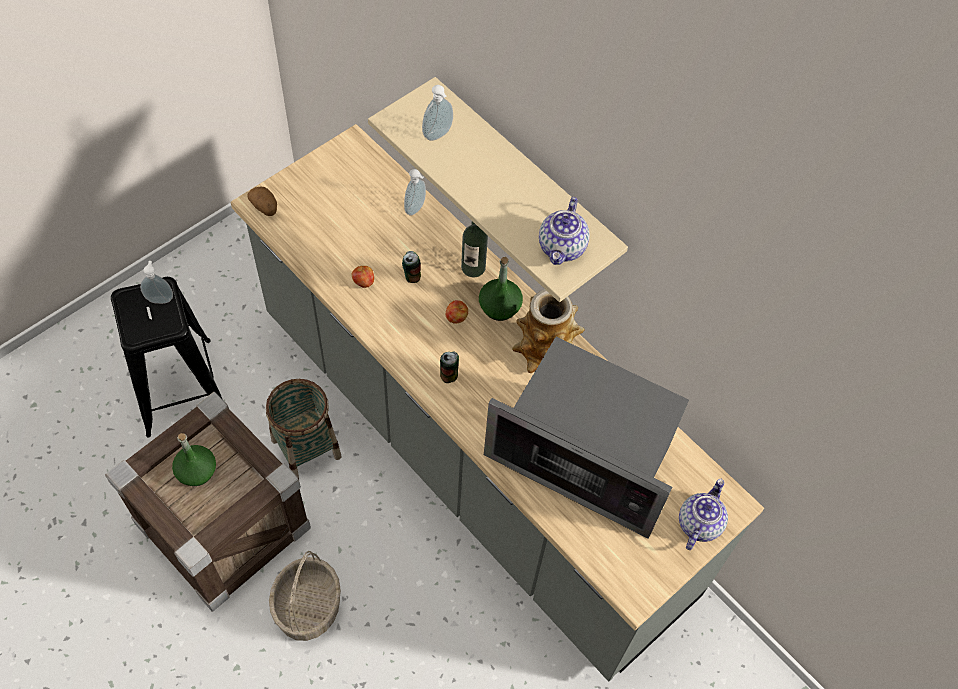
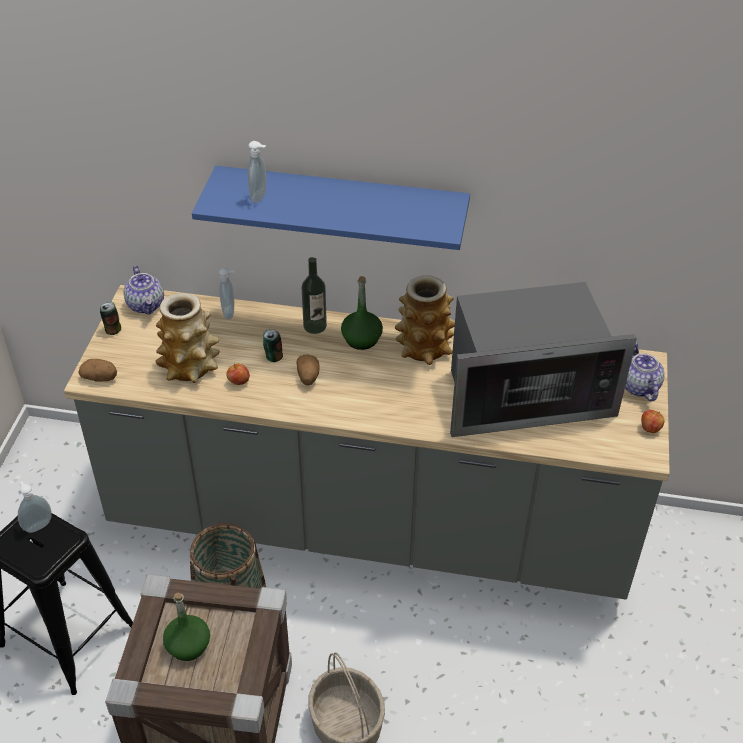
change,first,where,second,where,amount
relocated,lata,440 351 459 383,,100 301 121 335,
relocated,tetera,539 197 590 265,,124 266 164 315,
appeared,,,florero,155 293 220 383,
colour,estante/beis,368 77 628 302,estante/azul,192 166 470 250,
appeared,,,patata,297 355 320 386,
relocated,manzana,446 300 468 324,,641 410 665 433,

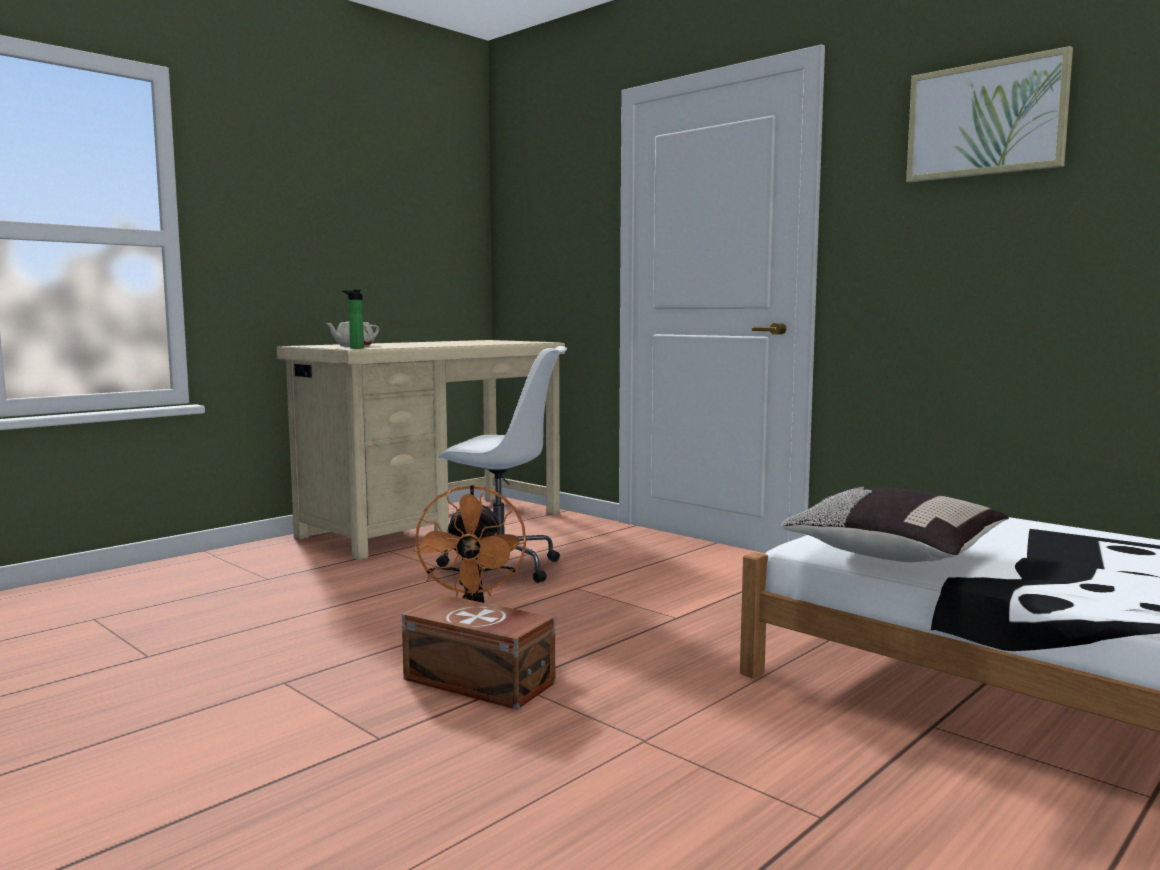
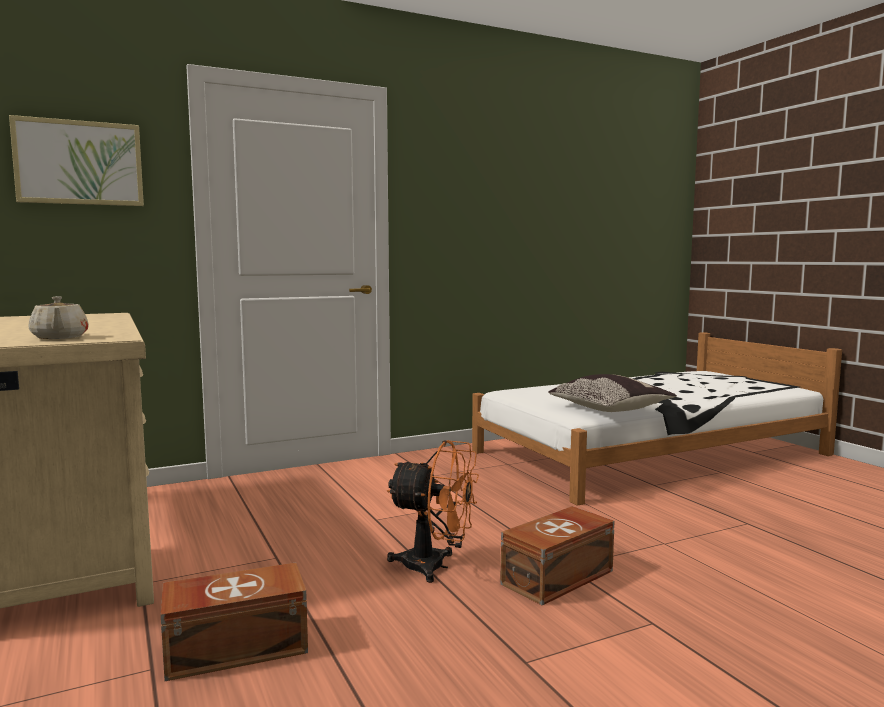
change,first,where,second,where,amount
relocated,cuadro,906 46 1073 183,,9 115 144 206,
appeared,,,caja de almacenaje/marrón,161 563 308 681,
missing,botella,342 289 364 349,,,
missing,silla de oficina/blanco,436 346 567 586,,,

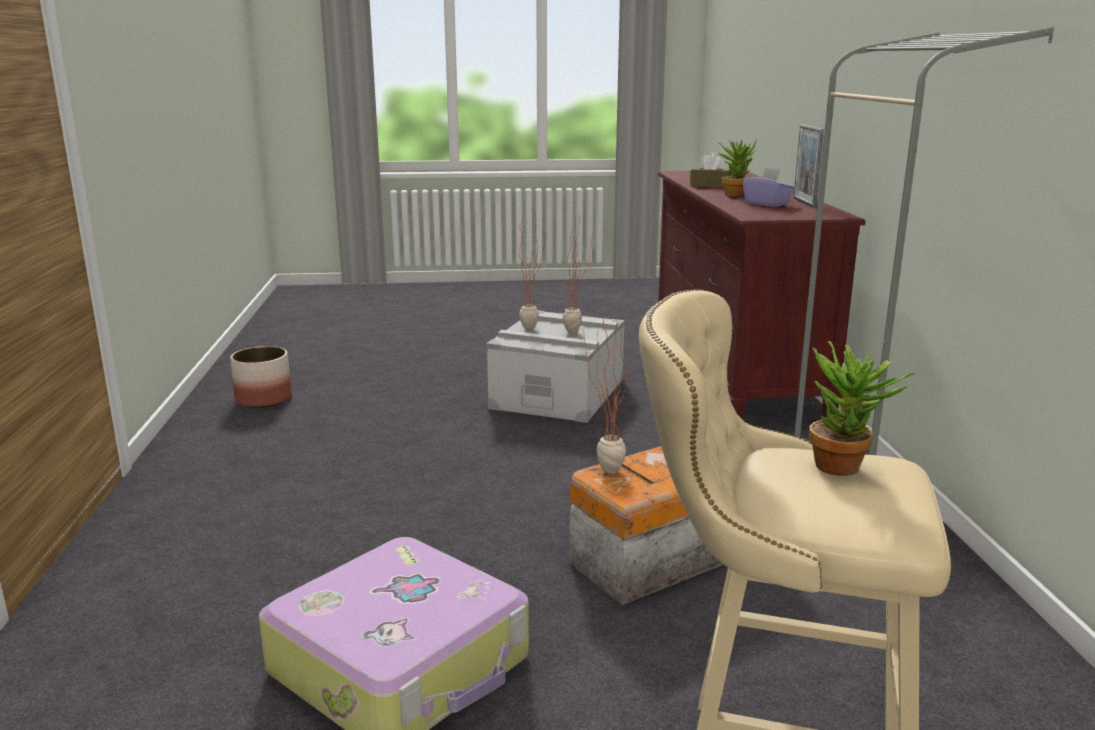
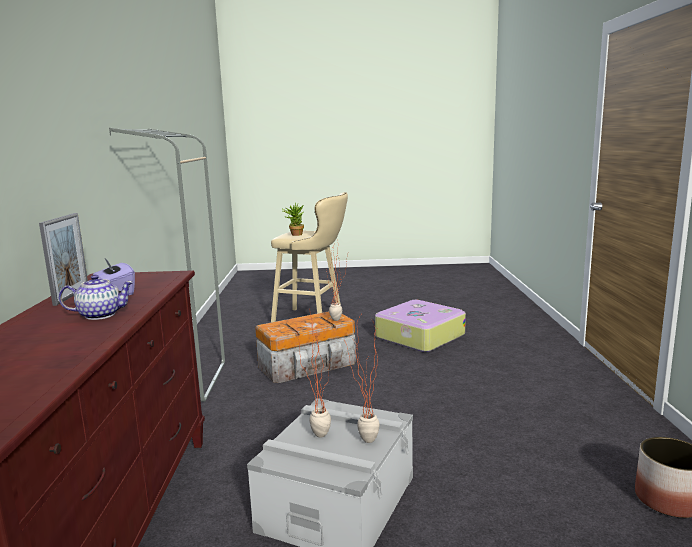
change,first,where,second,where,amount
exchanged,planta en maceta,716 139 757 196,tetera,59 275 134 320,
missing,caja de pañuelos/marrón,690 153 731 188,,,

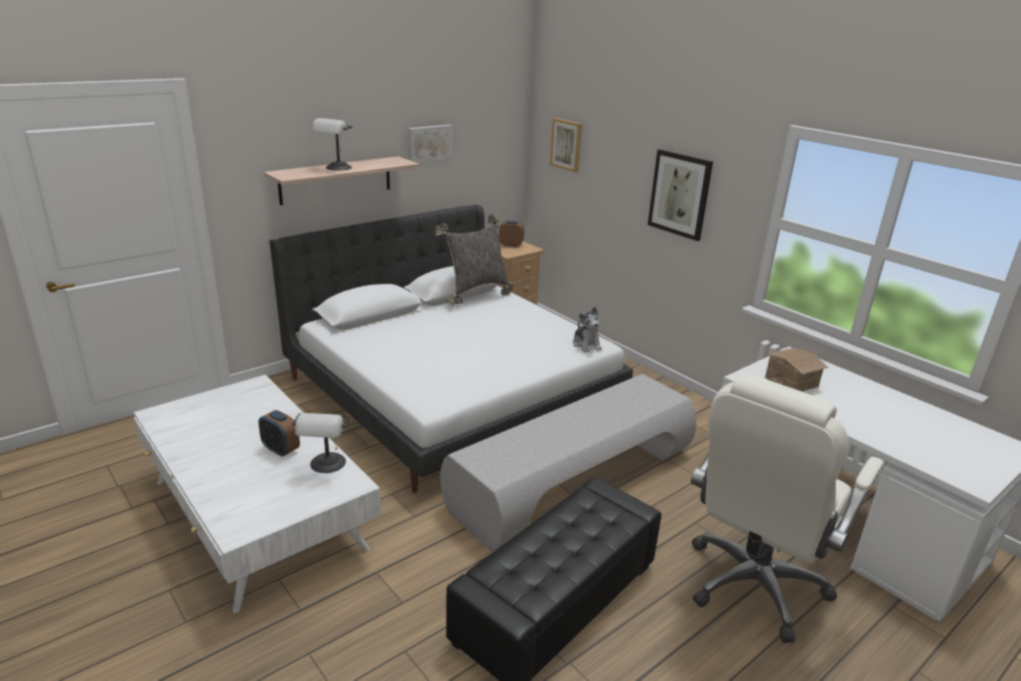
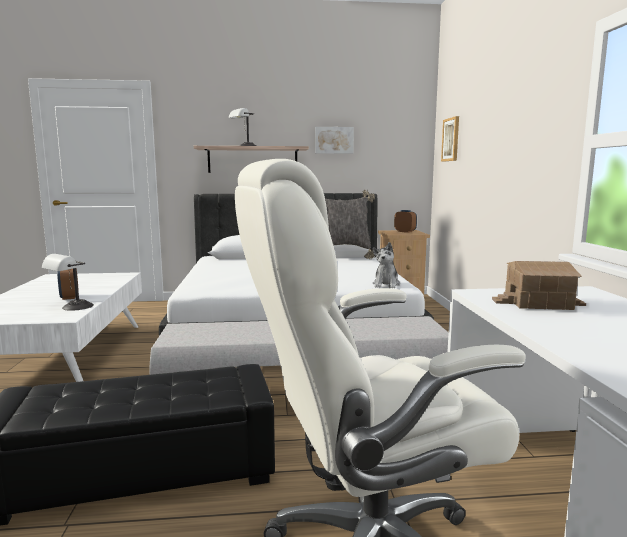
change,first,where,second,where,amount
missing,cuadro,648 149 713 241,,,

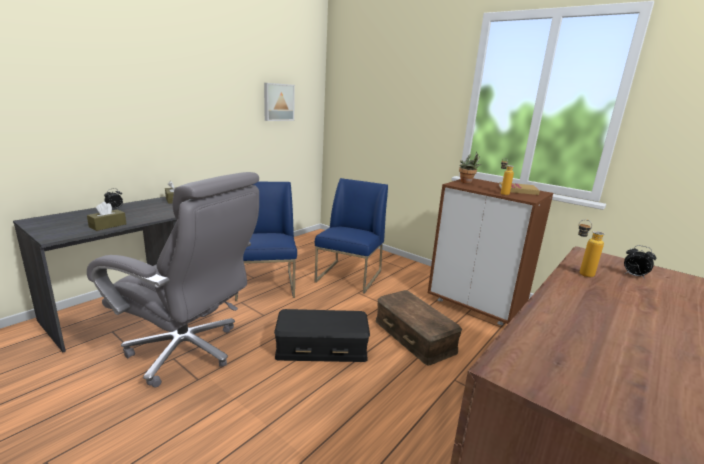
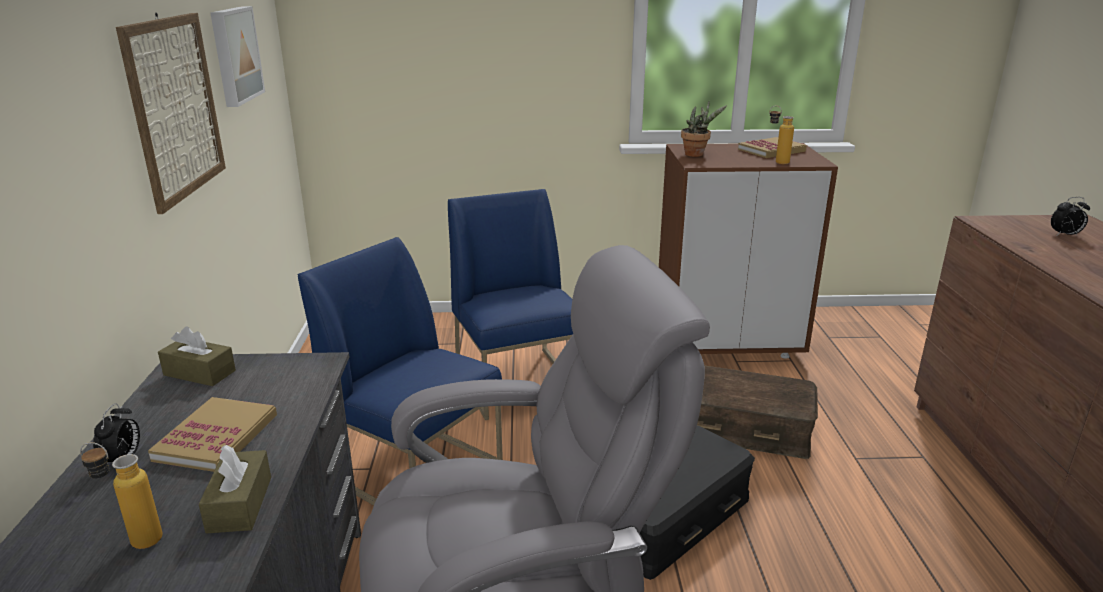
change,first,where,second,where,amount
relocated,botella,578 219 605 277,,80 442 163 549,
appeared,,,cuadro,116 12 226 214,
appeared,,,libro,148 397 277 472,

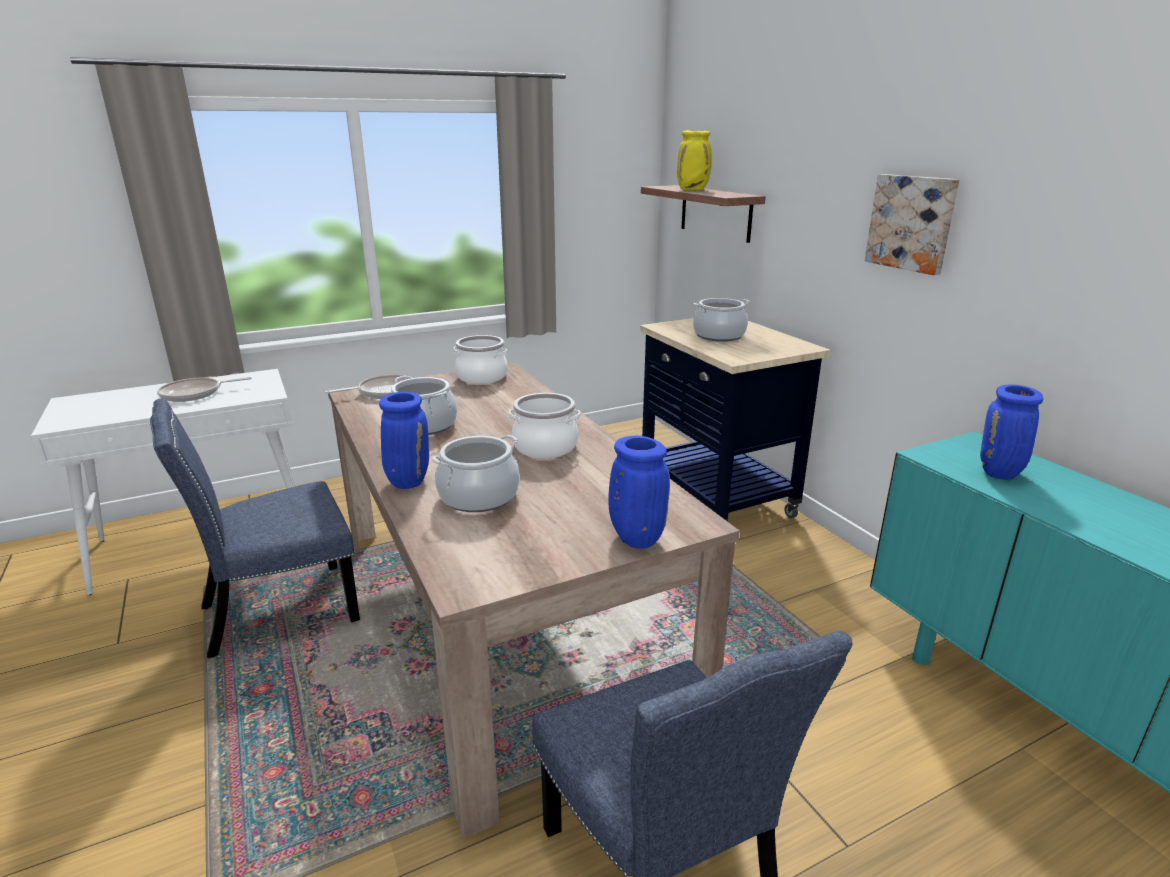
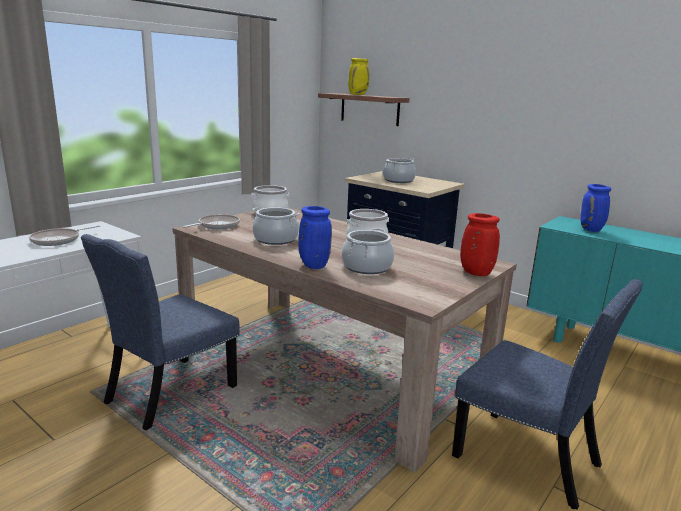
change,first,where,second,where,amount
colour,florero/azul,608 436 670 549,florero/rojo,460 213 500 276,
missing,cuadro,865 174 959 275,,,

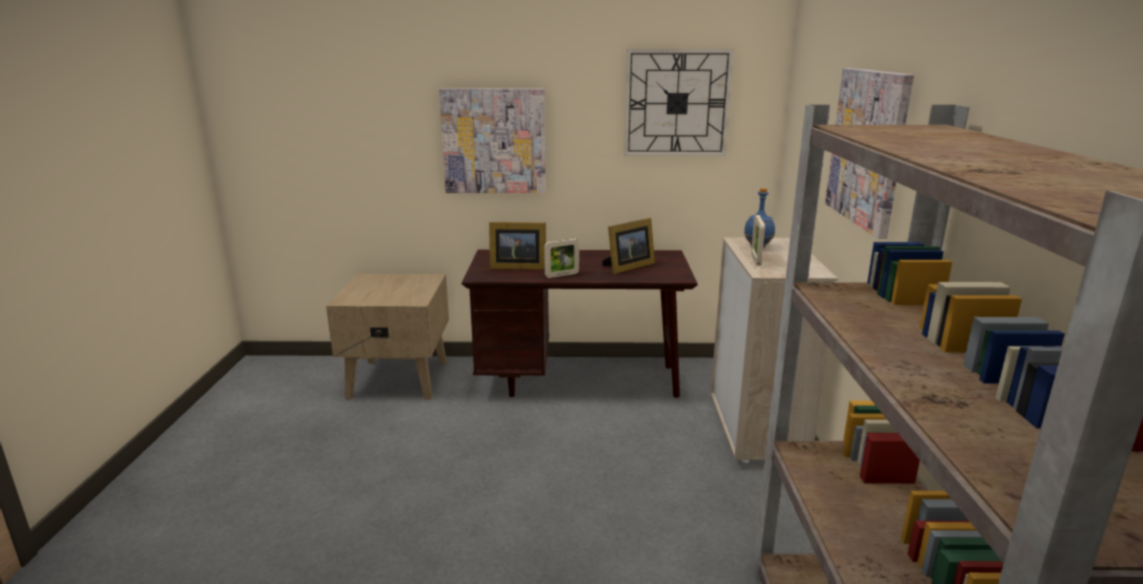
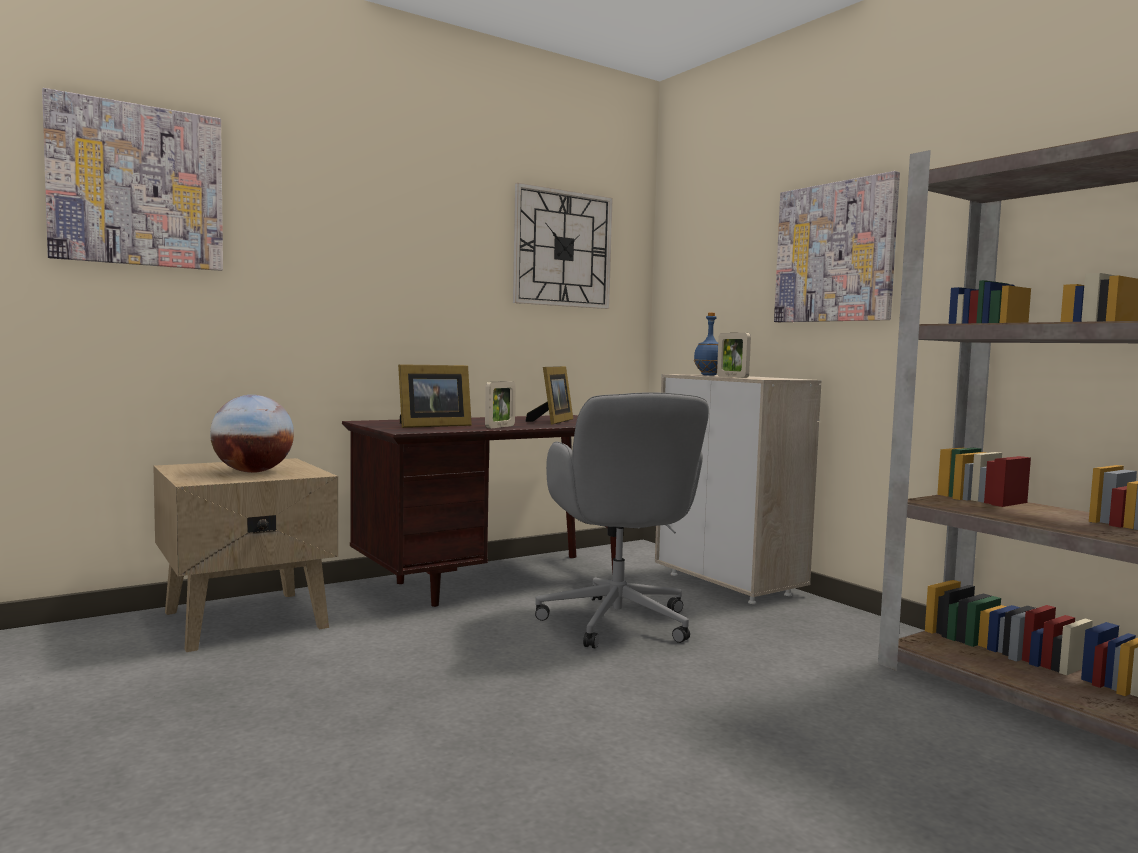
change,first,where,second,where,amount
relocated,cuadro,439 88 546 193,,42 88 223 271,
appeared,,,globo terráqueo,210 395 294 473,
appeared,,,silla de oficina/gris,535 392 709 648,

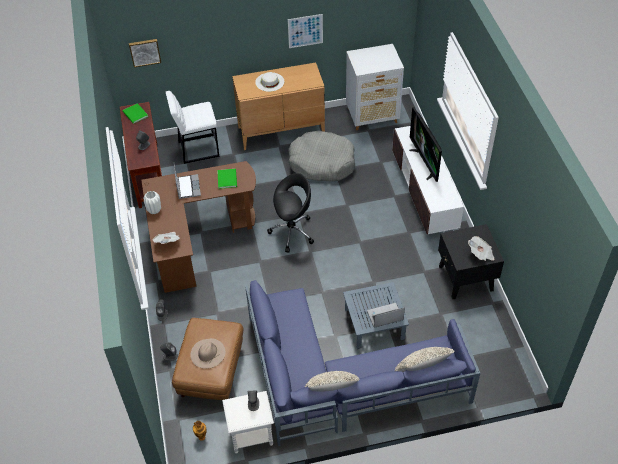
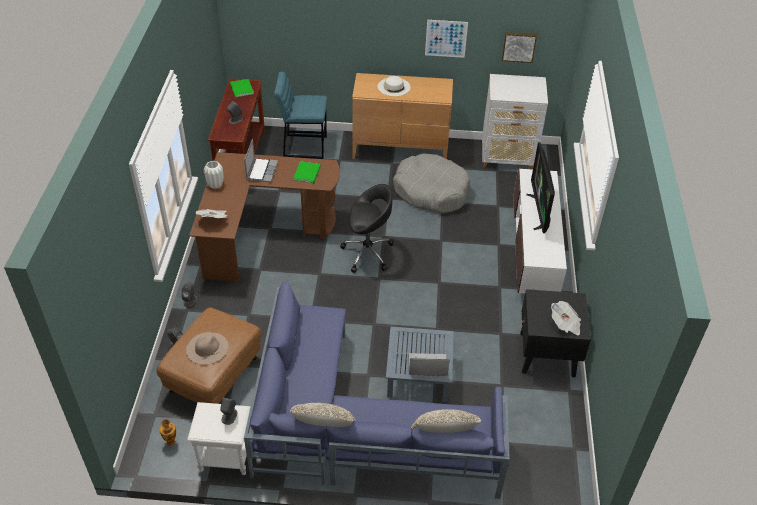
change,first,where,second,where,amount
colour,taburete/blanco,166 91 219 164,taburete/azul,275 72 327 159,
relocated,cuadro,129 39 161 67,,502 32 537 63,

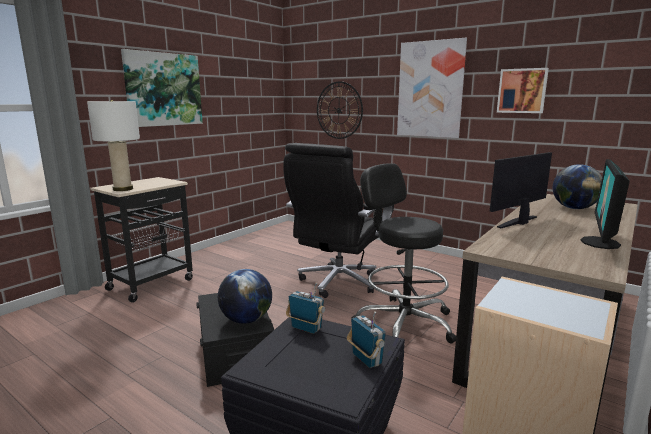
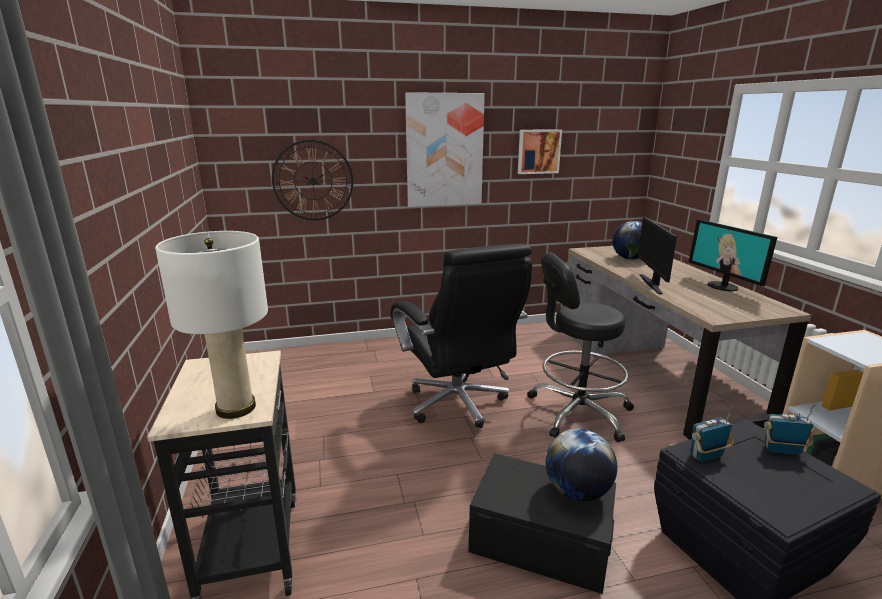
change,first,where,second,where,amount
missing,cuadro,121 49 203 127,,,

